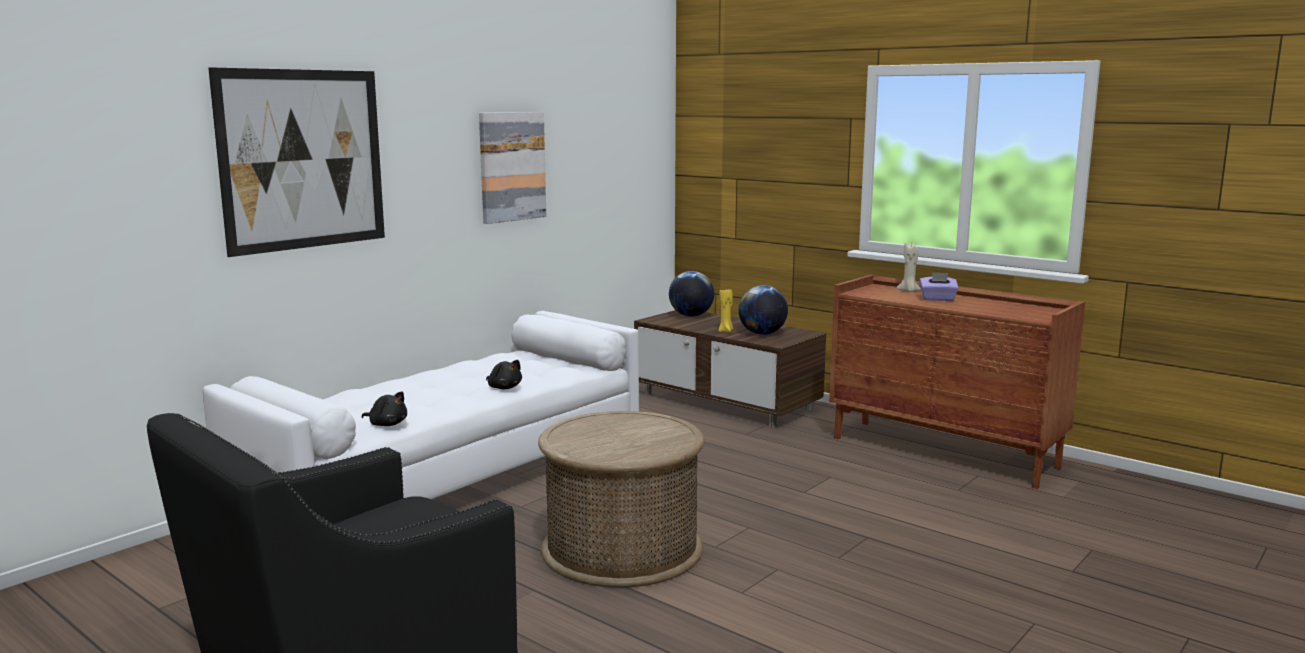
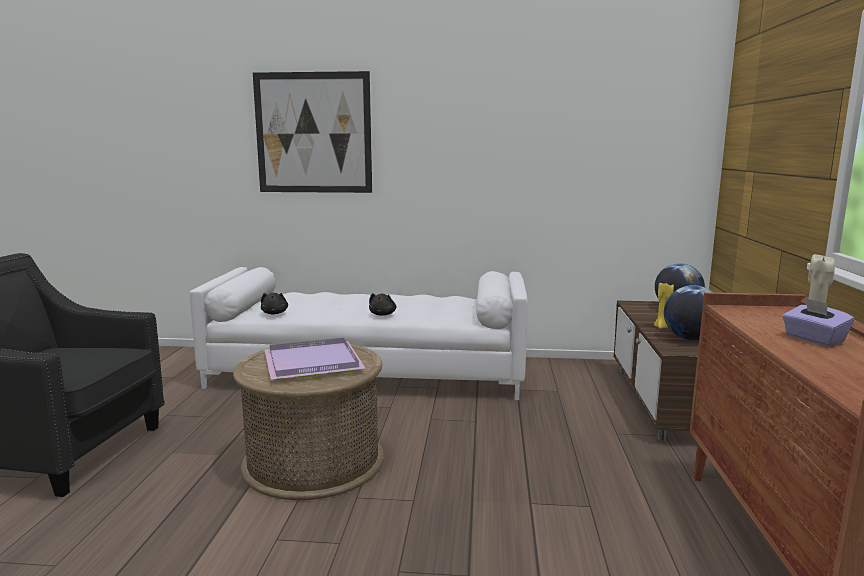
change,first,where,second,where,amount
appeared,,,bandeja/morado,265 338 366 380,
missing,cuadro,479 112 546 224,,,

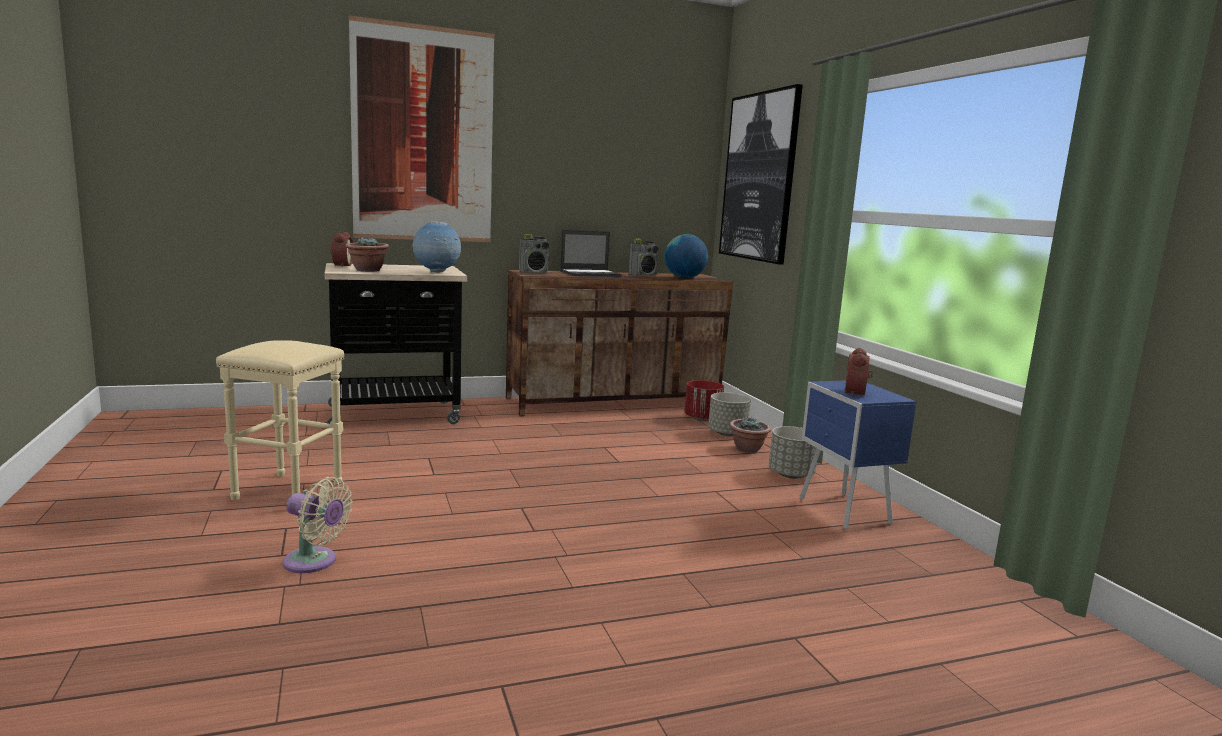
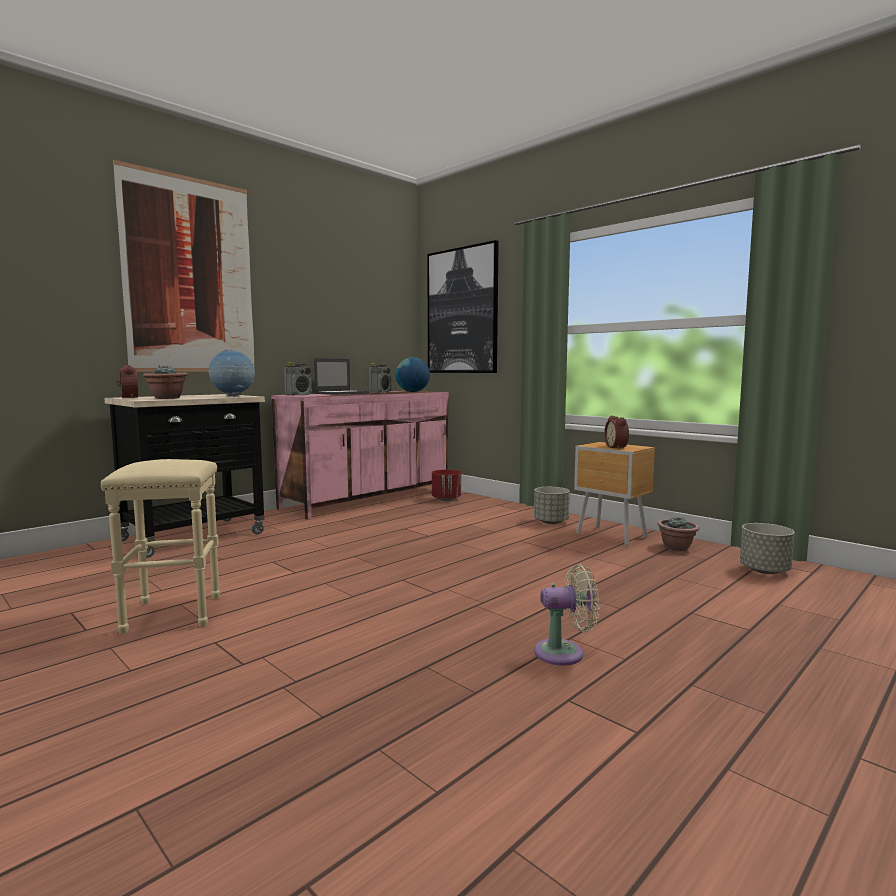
change,first,where,second,where,amount
colour,armario/marrón,506 270 733 416,armario/rosa,271 391 449 520,
relocated,ventilador/beis,283 477 352 573,,534 564 600 665,
colour,mesita de noche/azul,800 380 917 530,mesita de noche/marrón,574 442 655 546,
relocated,planta en maceta,730 417 771 453,,657 516 699 551,
relocated,maceta/gris,708 392 751 436,,740 523 795 574,

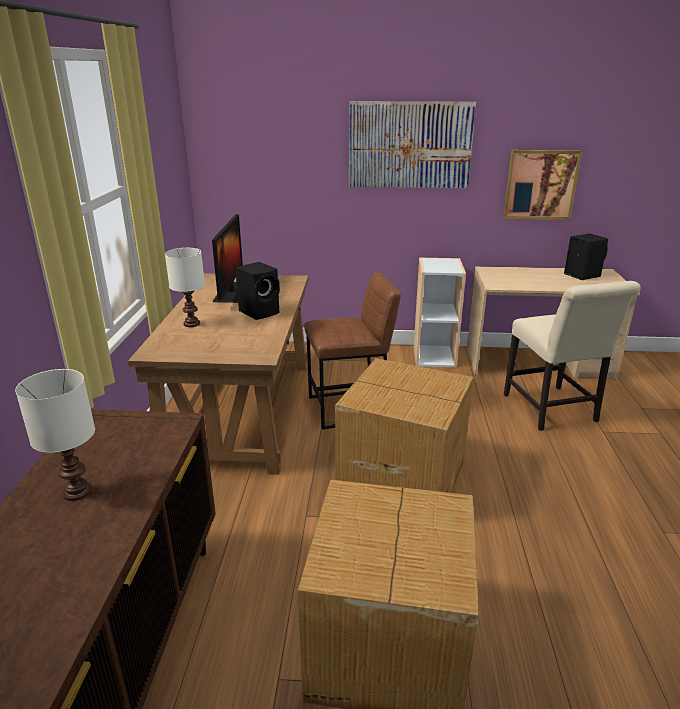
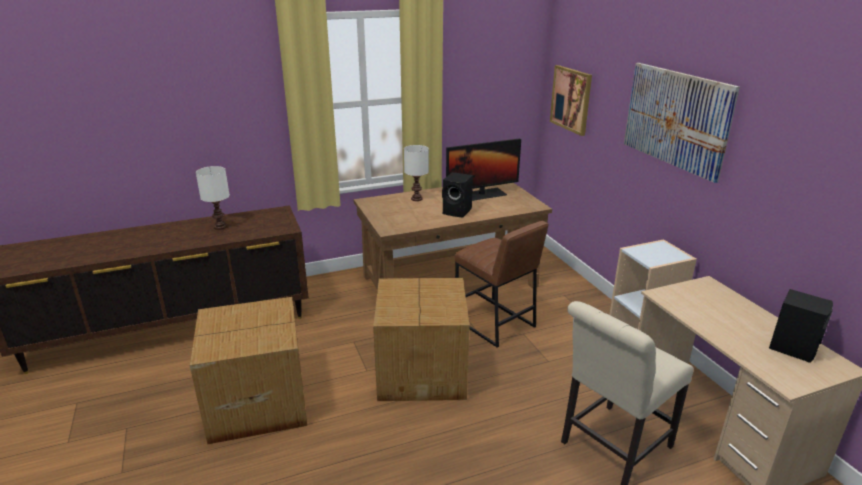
change,first,where,second,where,amount
relocated,cuadro,503 150 582 220,,550 65 592 136,

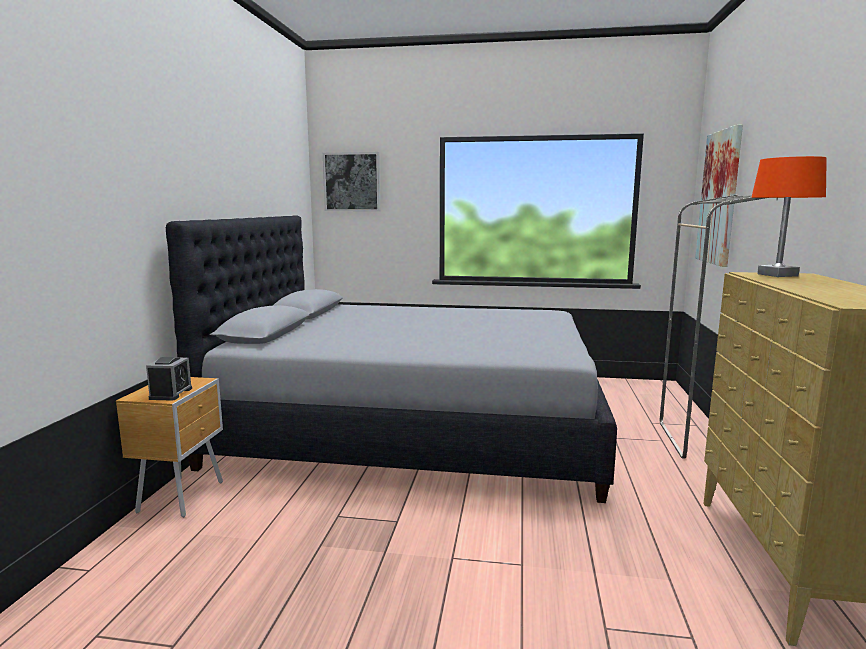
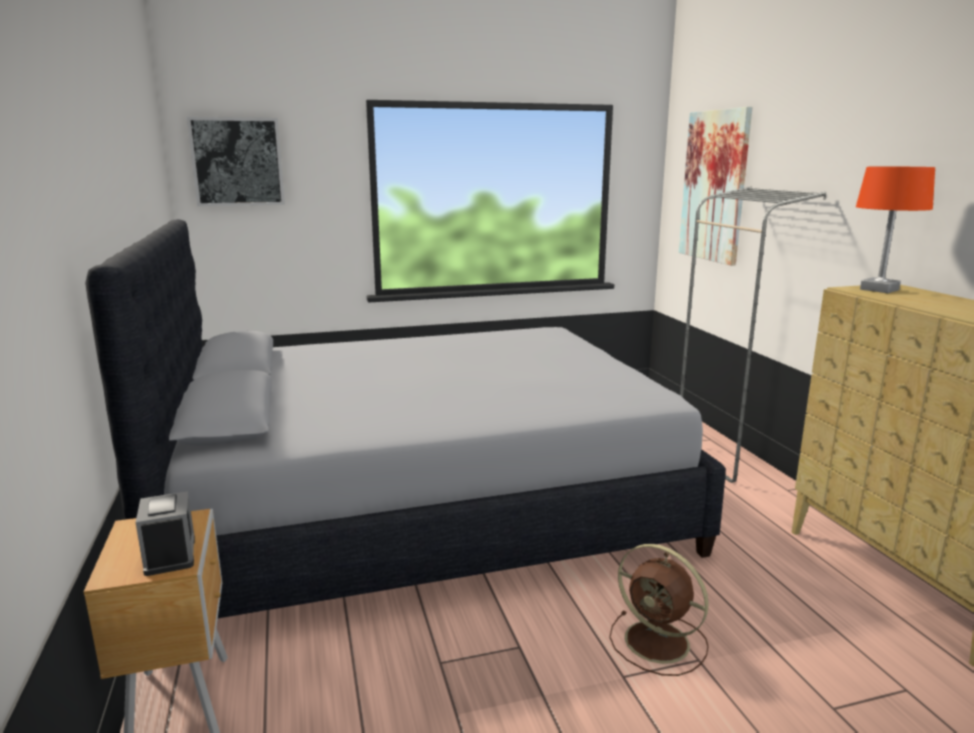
change,first,where,second,where,amount
appeared,,,ventilador/marrón,609 544 709 676,

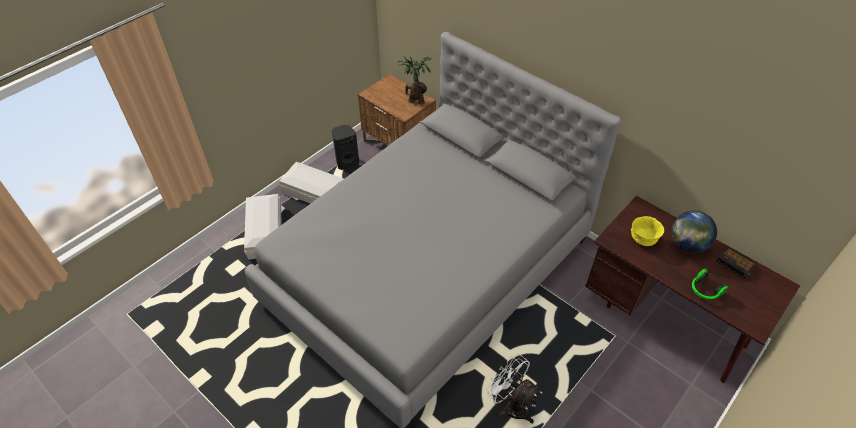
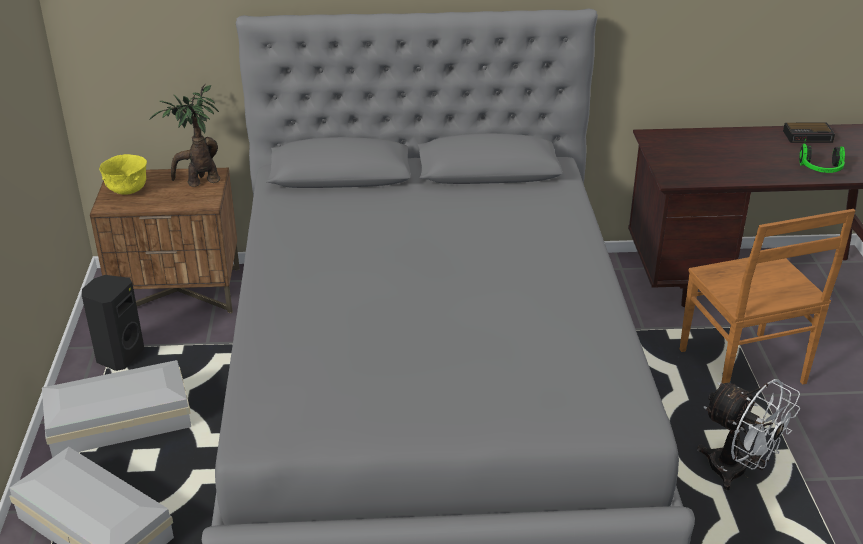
change,first,where,second,where,amount
relocated,cuenco/amarillo,631 216 664 246,,99 154 147 195,
appeared,,,silla/marrón,679 209 856 384,
spun,ventilador/blanco,486 354 542 424,,697 379 800 490,135 degrees counterclockwise
missing,globo terráqueo,671 211 717 253,,,

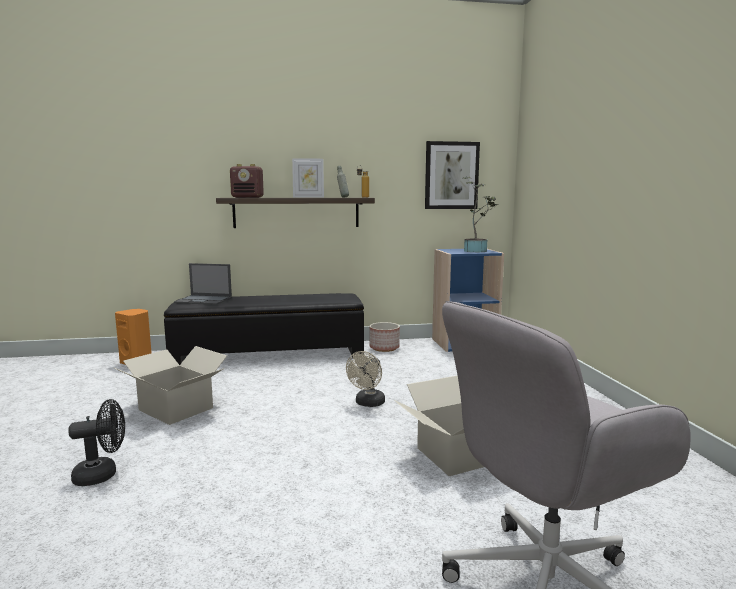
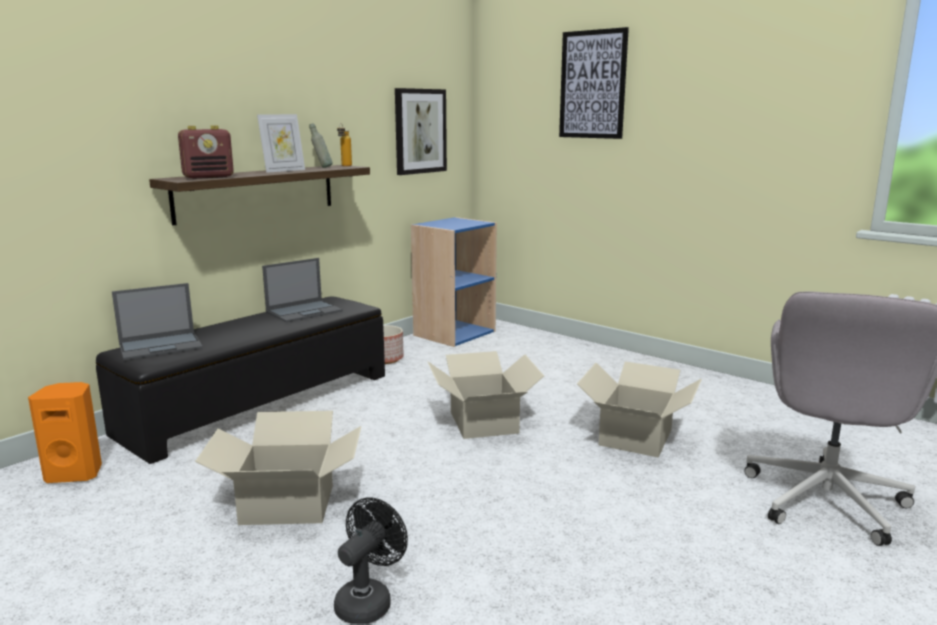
change,first,where,second,where,amount
appeared,,,portátil,262 258 343 322,
exchanged,ventilador/beis,346 351 385 407,caja de cartón,428 351 544 439,
appeared,,,cuadro,559 27 629 139,
missing,planta en maceta,463 177 498 252,,,

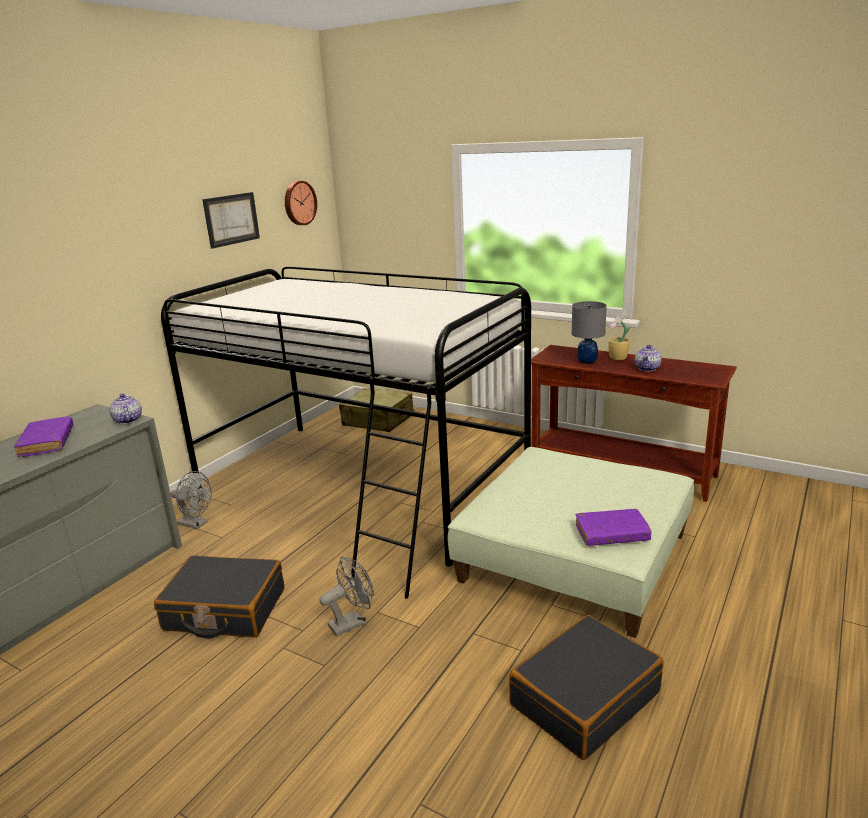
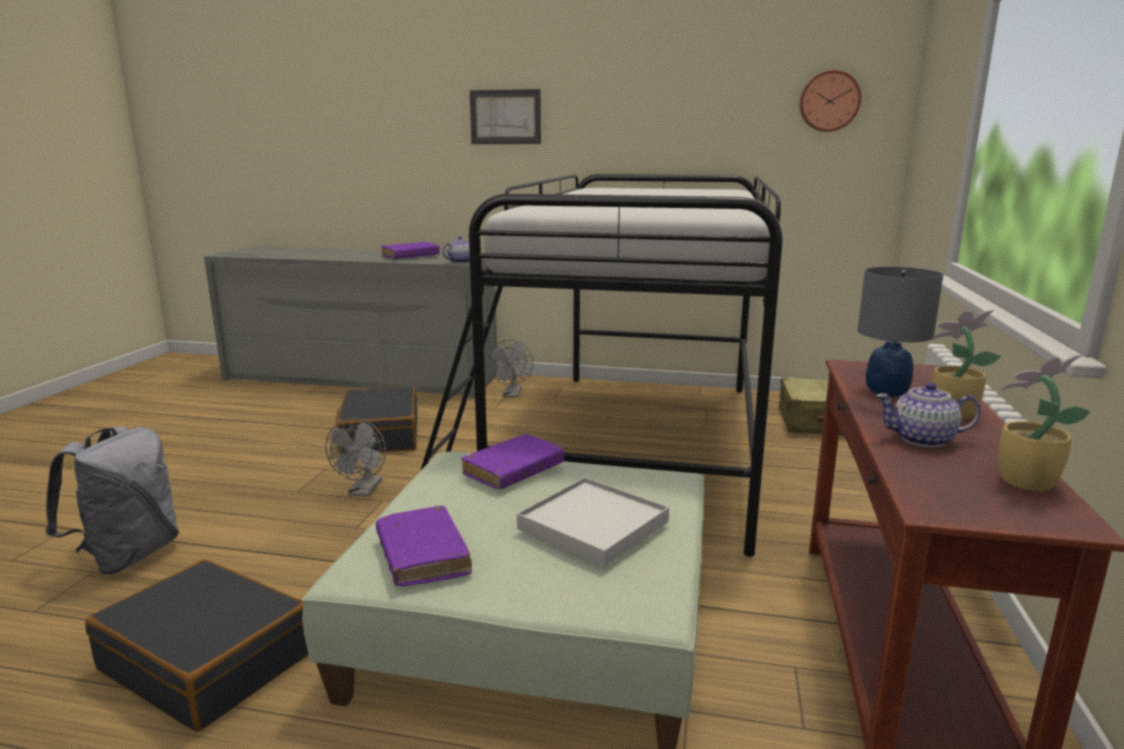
change,first,where,second,where,amount
appeared,,,mochila/gris,45 426 179 575,
spun,ventilador/gris,320 556 374 636,,325 418 386 497,60 degrees clockwise
appeared,,,libro/morado,461 434 565 489,
relocated,cuadro,202 192 260 249,,470 89 541 144,
appeared,,,bandeja/blanco,517 477 669 567,
appeared,,,planta en maceta,999 354 1091 491,

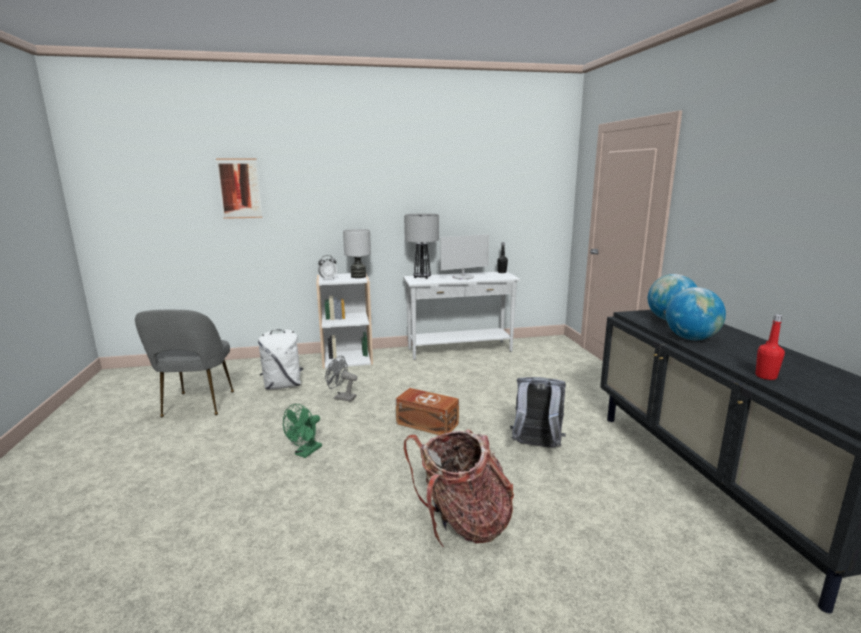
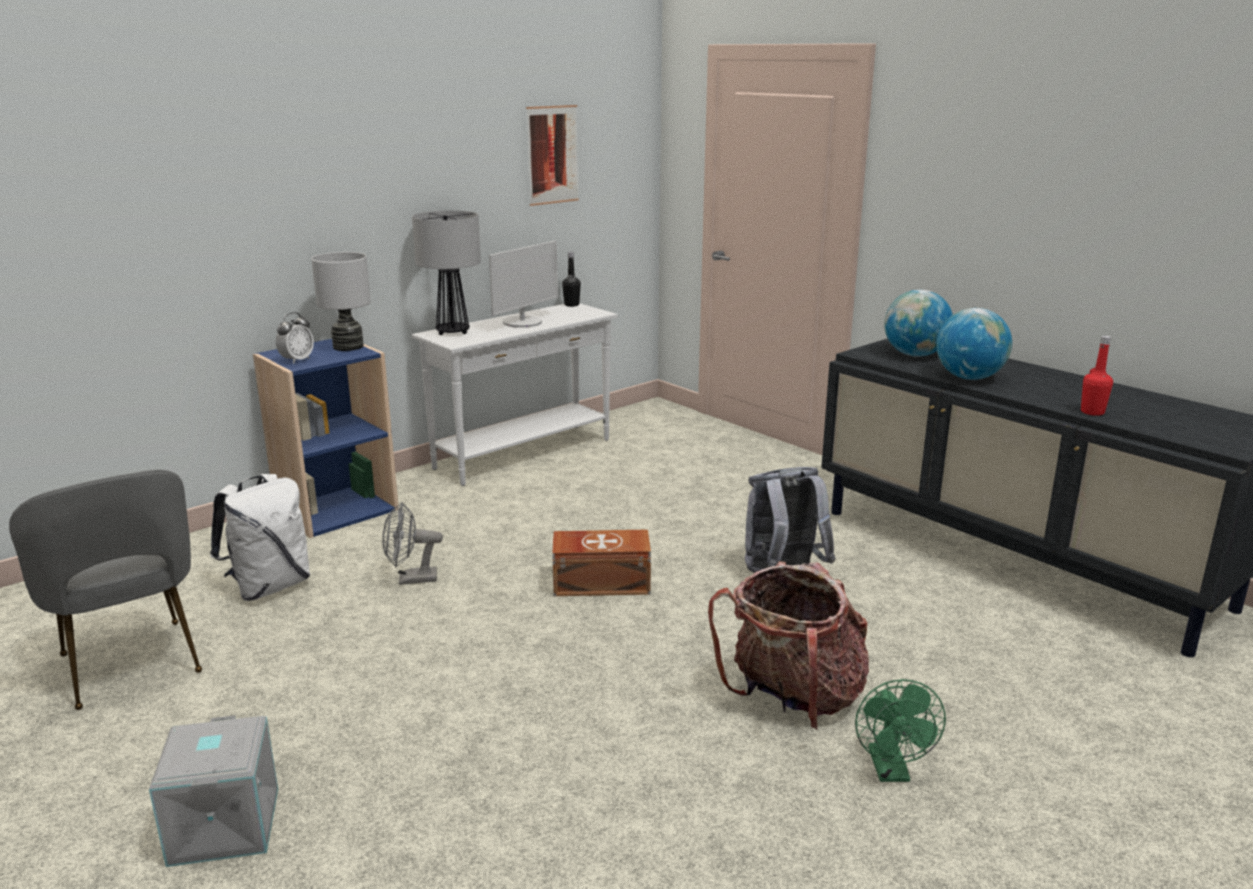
change,first,where,second,where,amount
appeared,,,caja de almacenaje/gris,149 715 278 867,
colour,estantería/blanco,316 273 373 369,estantería/azul,253 339 399 538,
relocated,cuadro,216 159 262 219,,526 105 579 206,
relocated,ventilador/verde,283 404 322 458,,855 679 946 782,

